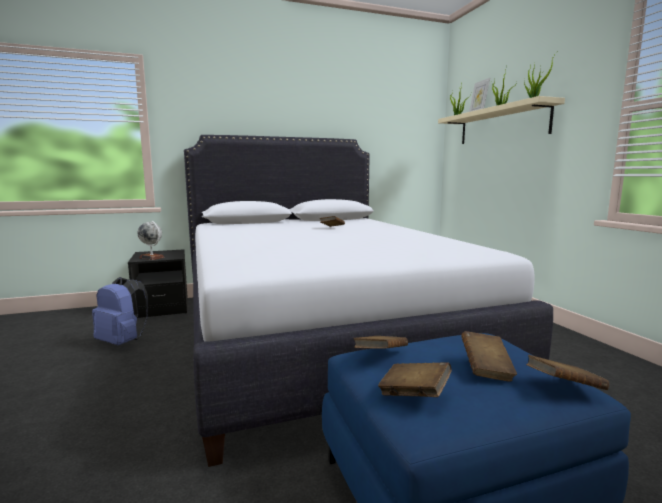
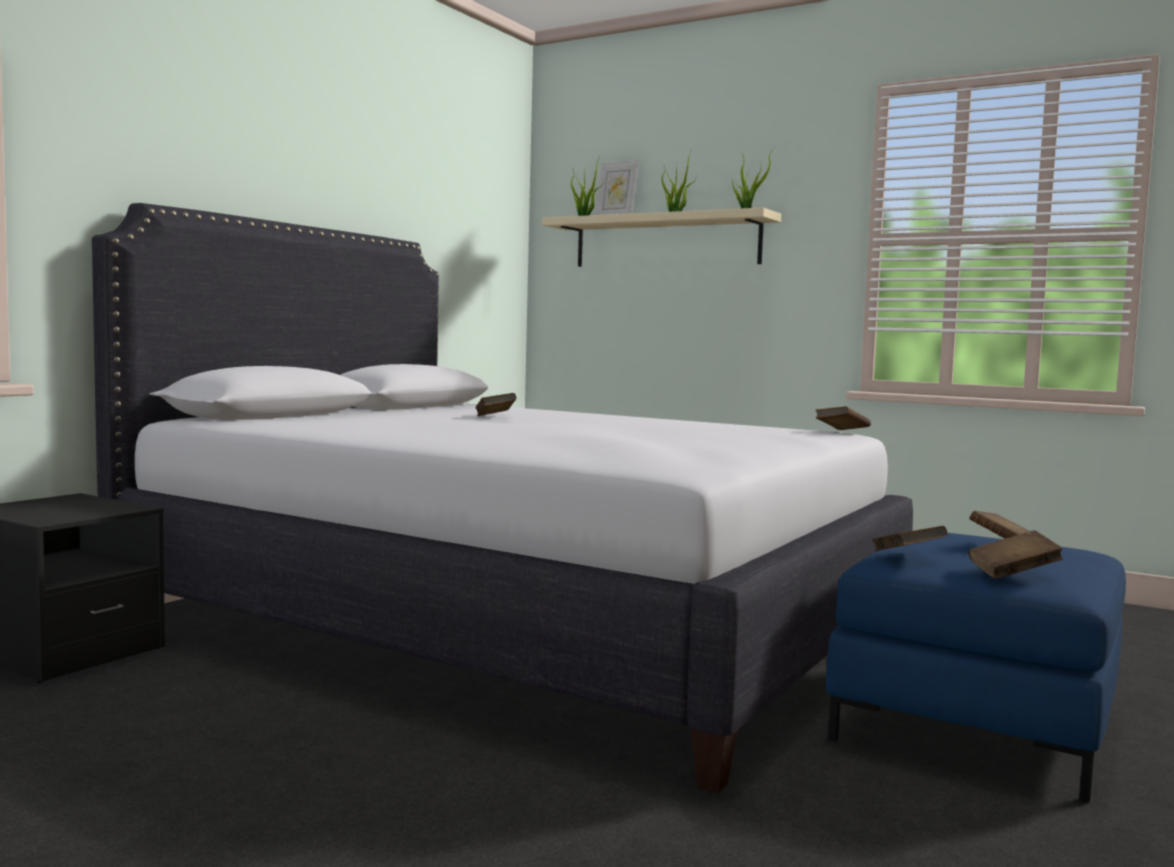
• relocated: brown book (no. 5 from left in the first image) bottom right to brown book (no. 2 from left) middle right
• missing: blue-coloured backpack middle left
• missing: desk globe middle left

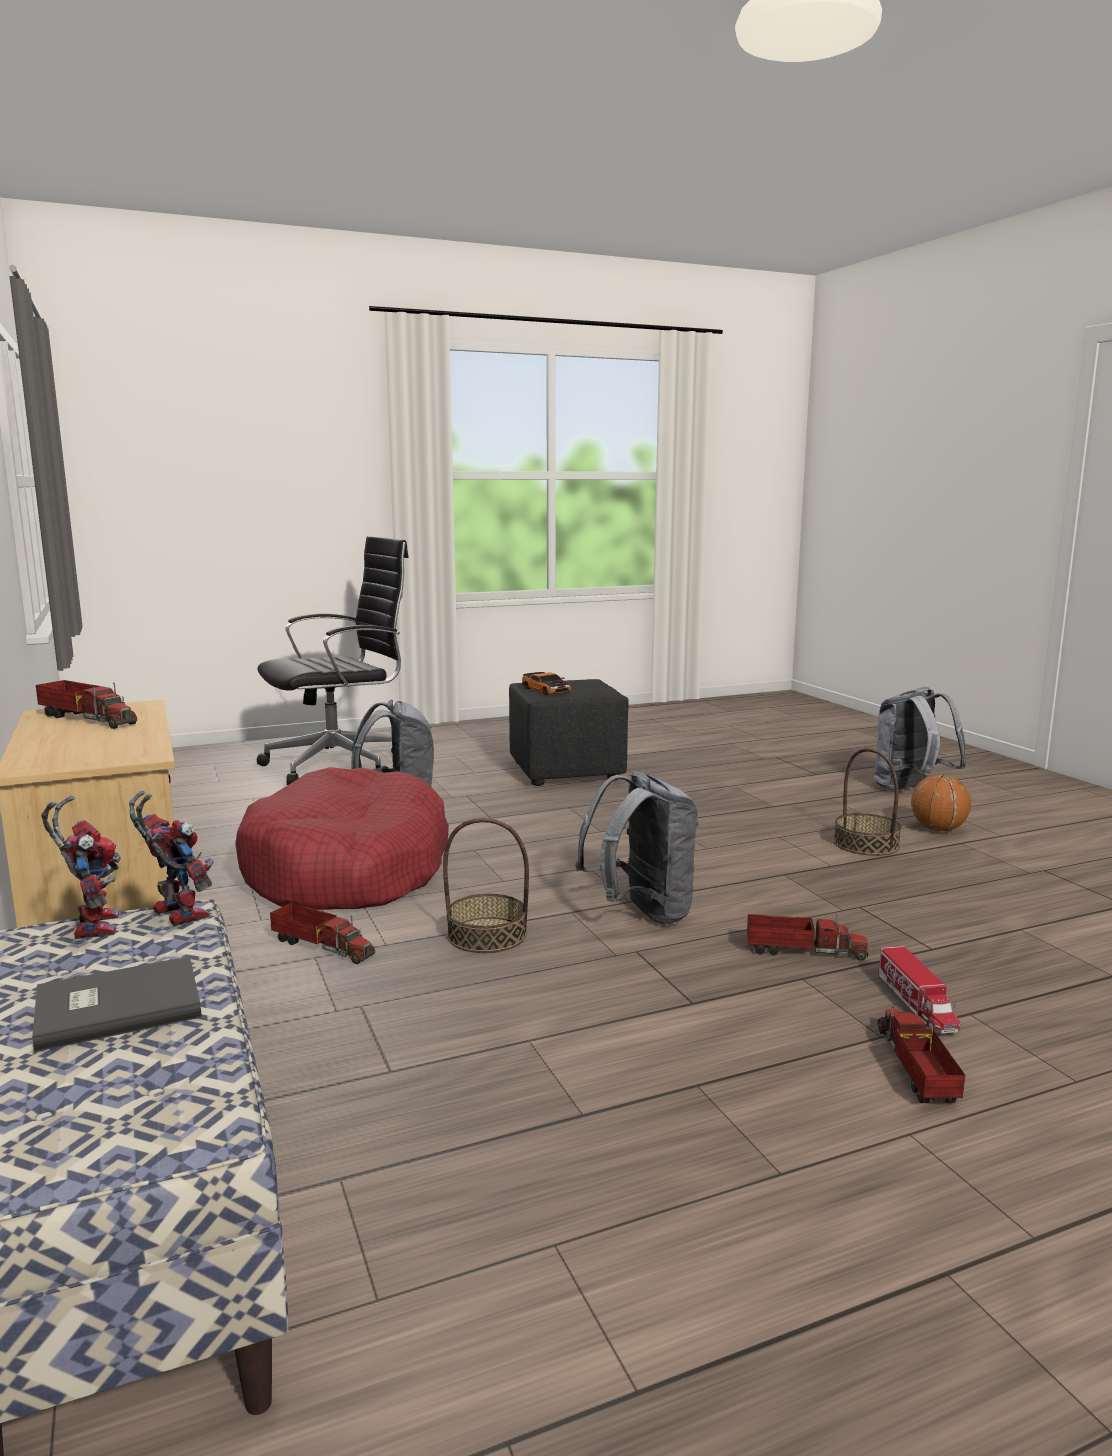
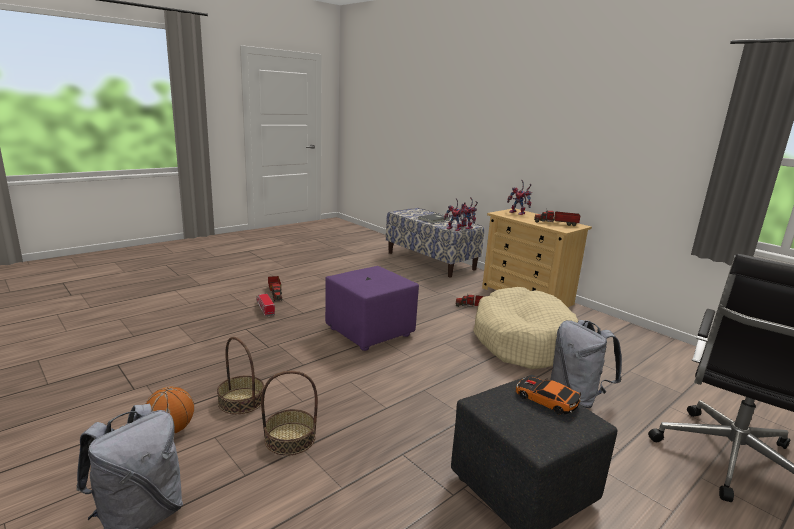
• relocated: basket (no. 1 from left in the first image) centre to basket (no. 2 from left) bottom centre
• exchanged: greyish backpack (no. 2 from left) centre to purplish pouffe centre
• colour: reddish dog bed middle left to beige-coloured dog bed centre
• appeared: robot figure (no. 3 from left) centre
• missing: toy lorry (no. 3 from left) middle right

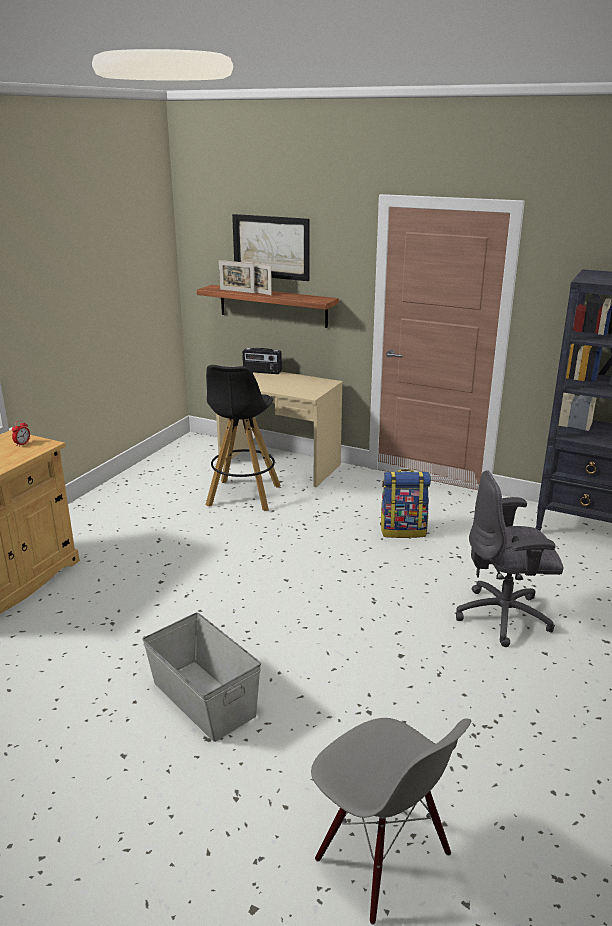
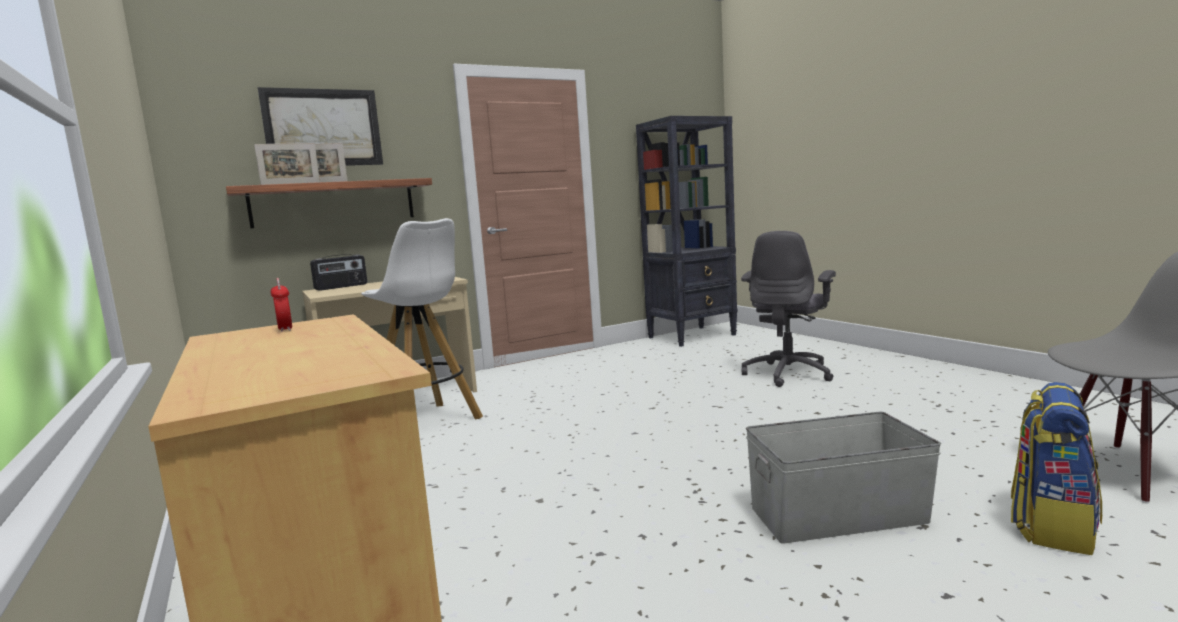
• colour: blackish sitting stool centre to whitish sitting stool centre
• relocated: backpack centre to bottom right

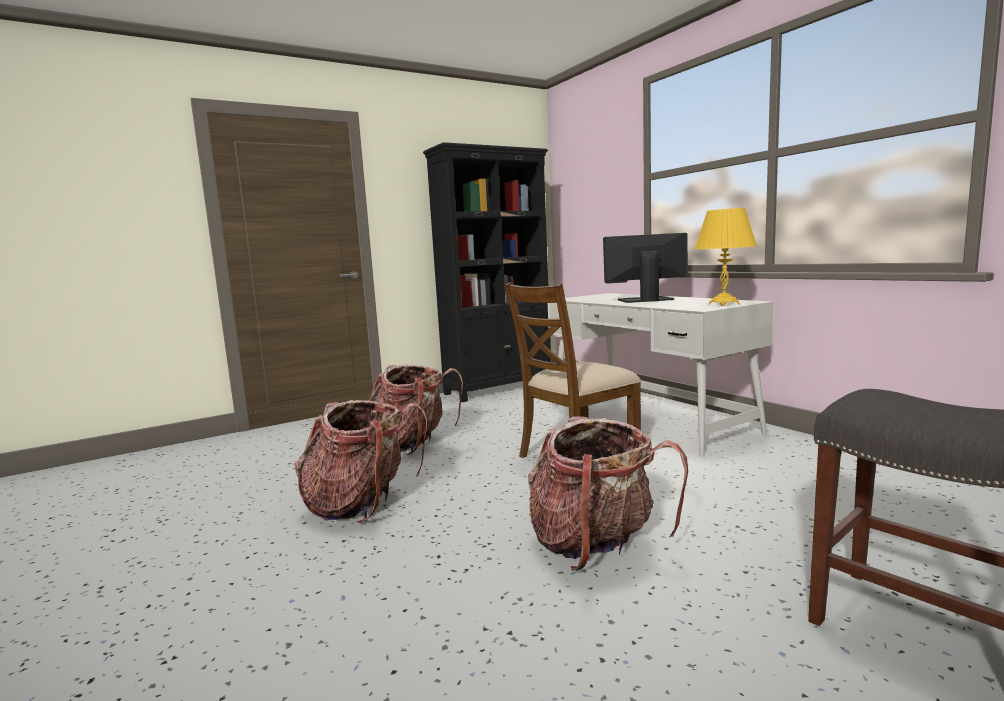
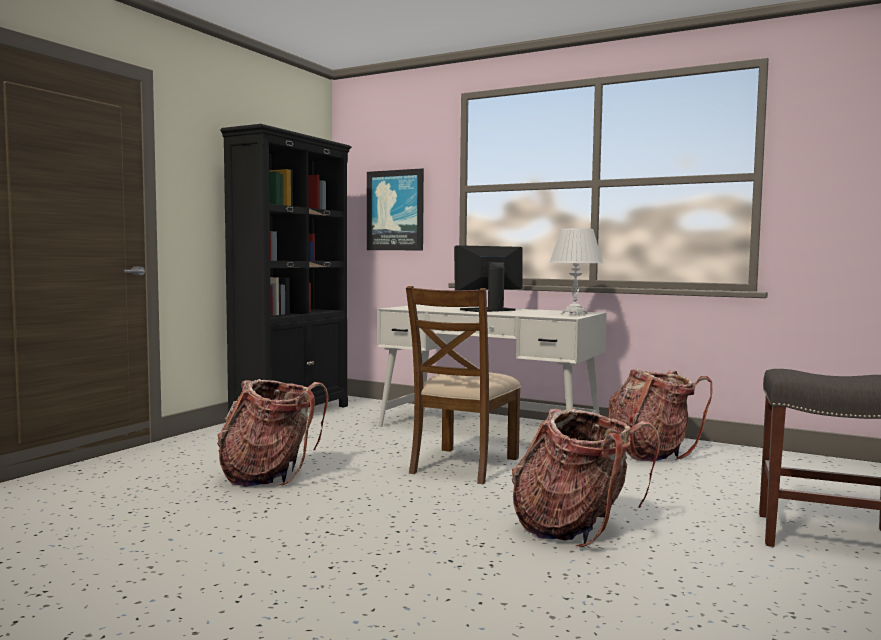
• appeared: wall art top centre
• colour: yellow-coloured table lamp middle right to whitish table lamp centre
• relocated: backpack (no. 1 from left in the first image) centre to backpack (no. 3 from left) middle right

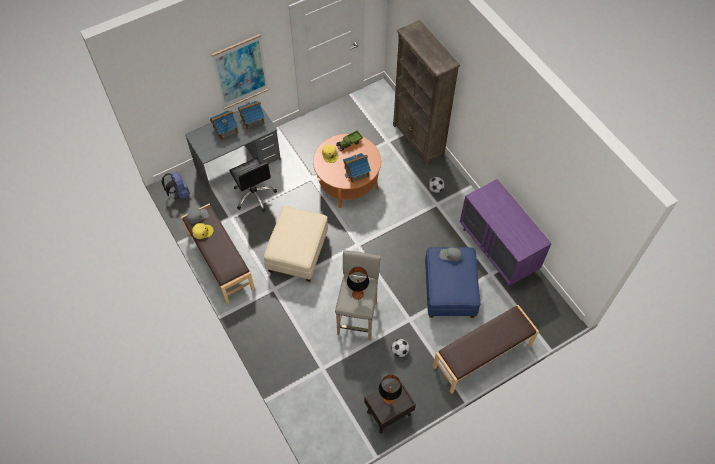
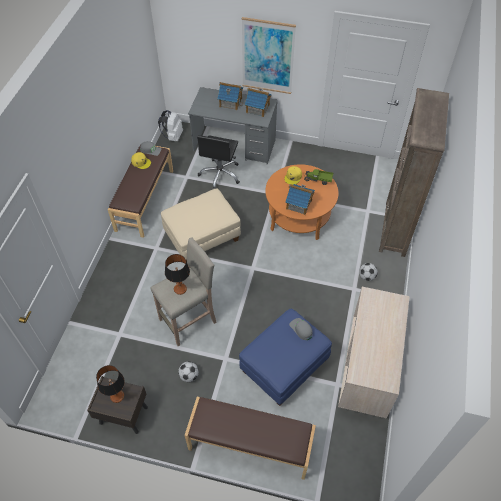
• colour: blue-coloured backpack middle left to whitish backpack top centre
• colour: purplish chest of drawers middle right to beige-coloured chest of drawers bottom right

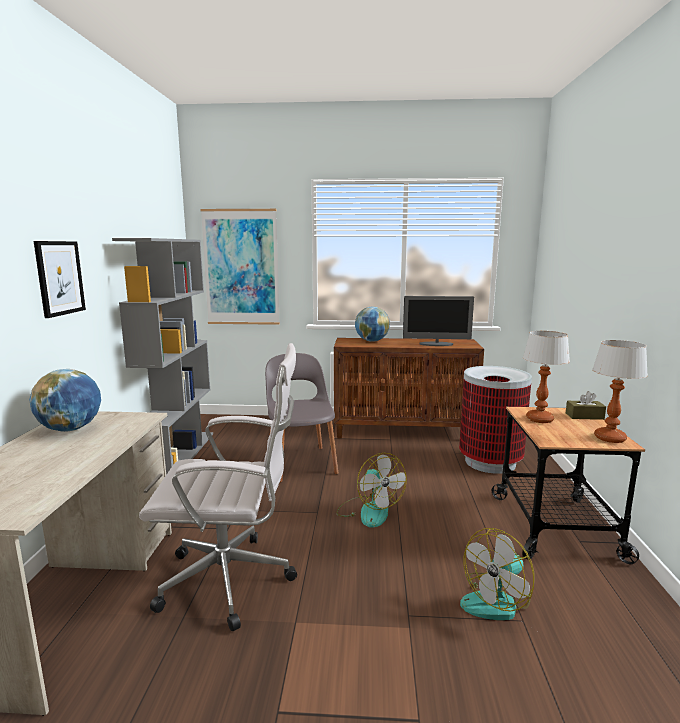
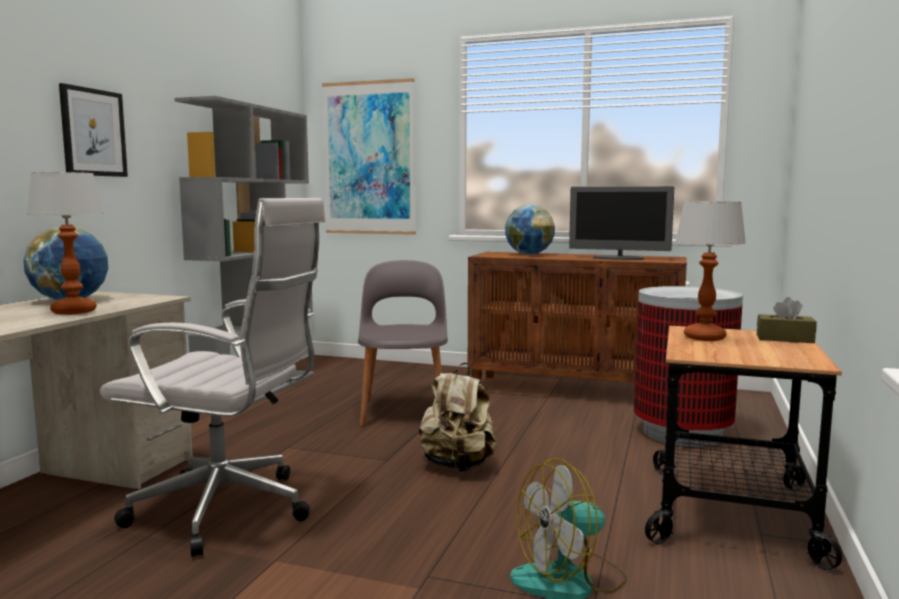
• relocated: table lamp (no. 2 from left in the first image) middle right to table lamp (no. 1 from left) middle left
• exchanged: cooling fan (no. 1 from left) bottom centre to beige-coloured backpack bottom centre

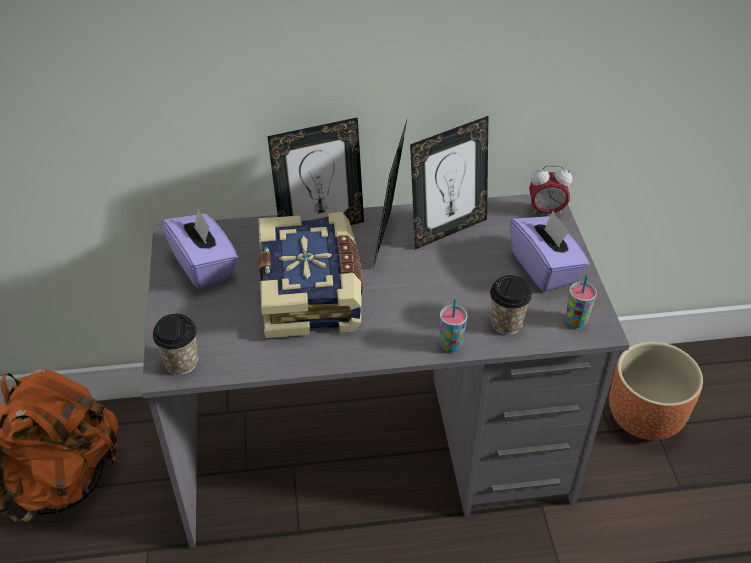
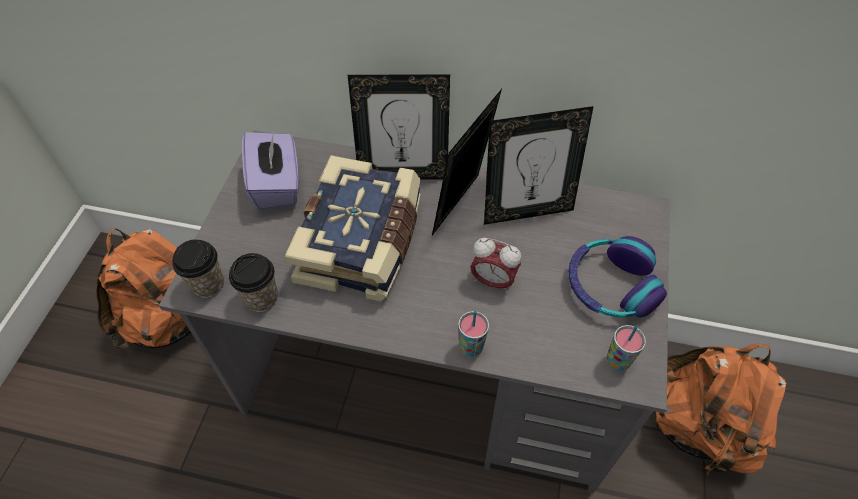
• relocated: cup (no. 3 from left in the first image) middle right to cup (no. 2 from left) middle left
• relocated: alarm clock middle right to centre
• exchanged: purplish box of tissues (no. 2 from left) middle right to pair of headphones middle right
• exchanged: brown flower pot bottom right to orangey backpack (no. 2 from left) bottom right

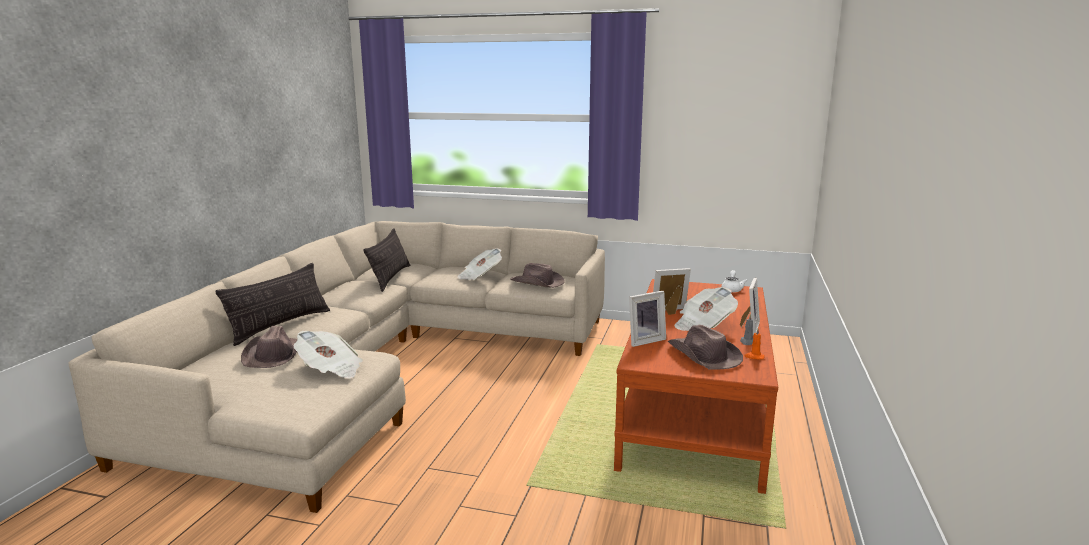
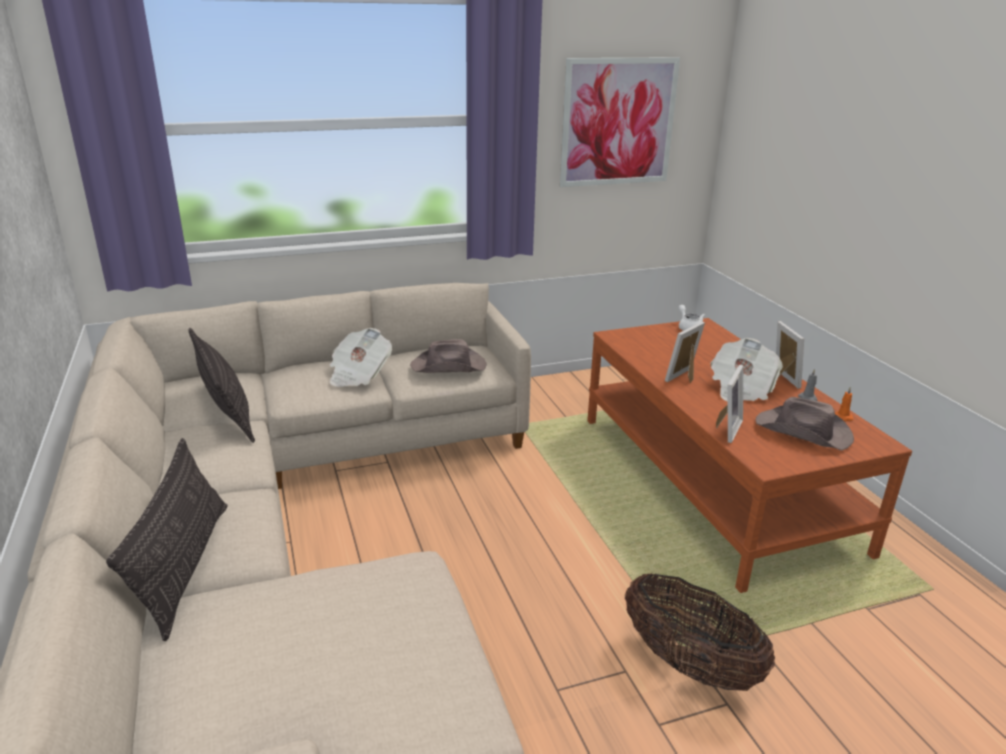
• appeared: wall art top centre
• appeared: basket bottom right
• missing: brown wearable hat (no. 1 from left) middle left
• missing: daily paper (no. 1 from left) middle left

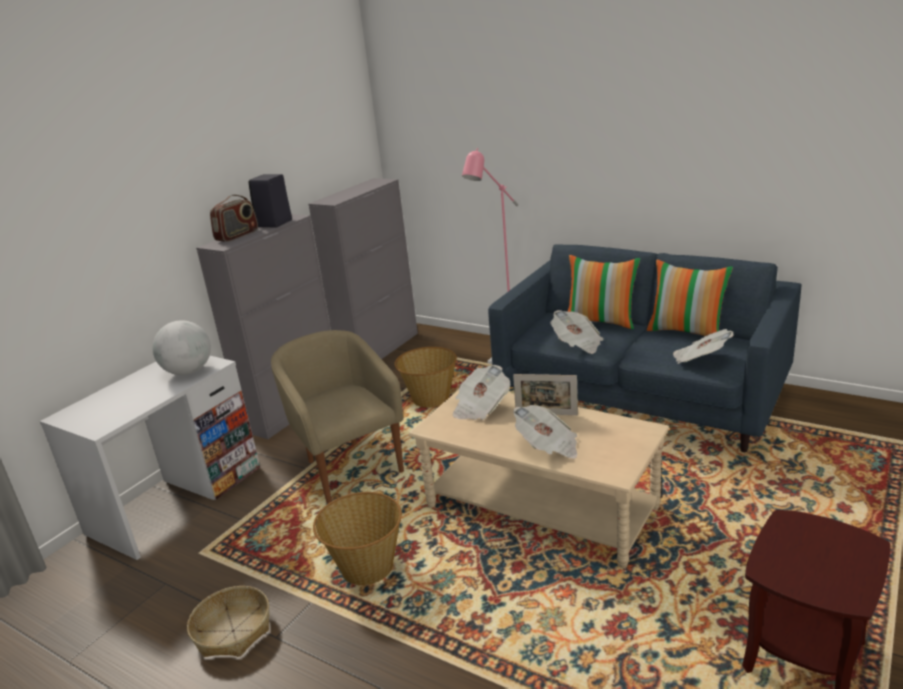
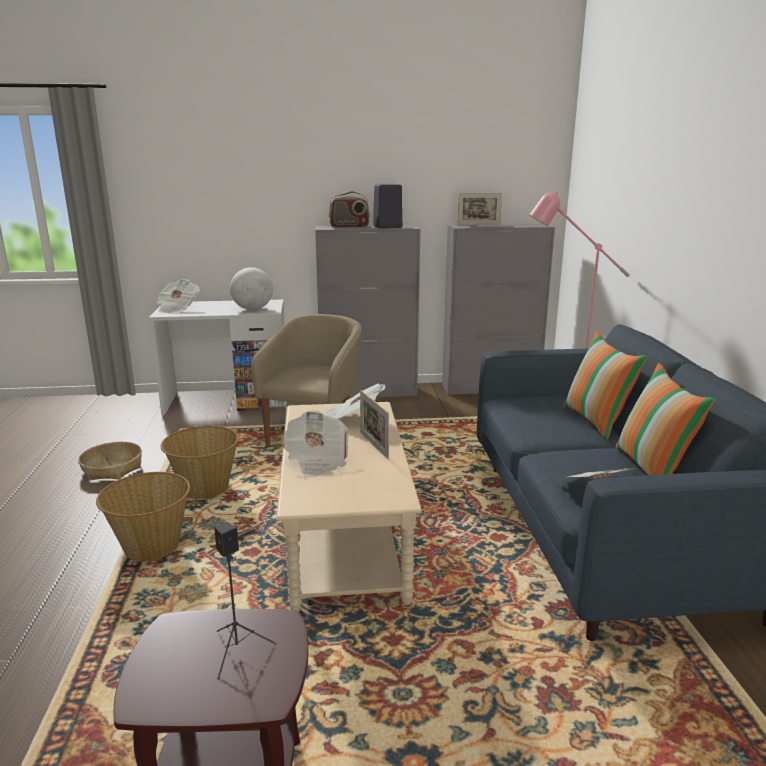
• relocated: basket (no. 3 from left in the first image) centre to basket (no. 2 from left) bottom left
• relocated: daily paper (no. 3 from left in the first image) centre to daily paper (no. 1 from left) middle left
• appeared: blackish loudspeaker (no. 1 from left) bottom left
• appeared: picture frame (no. 2 from left) top centre

